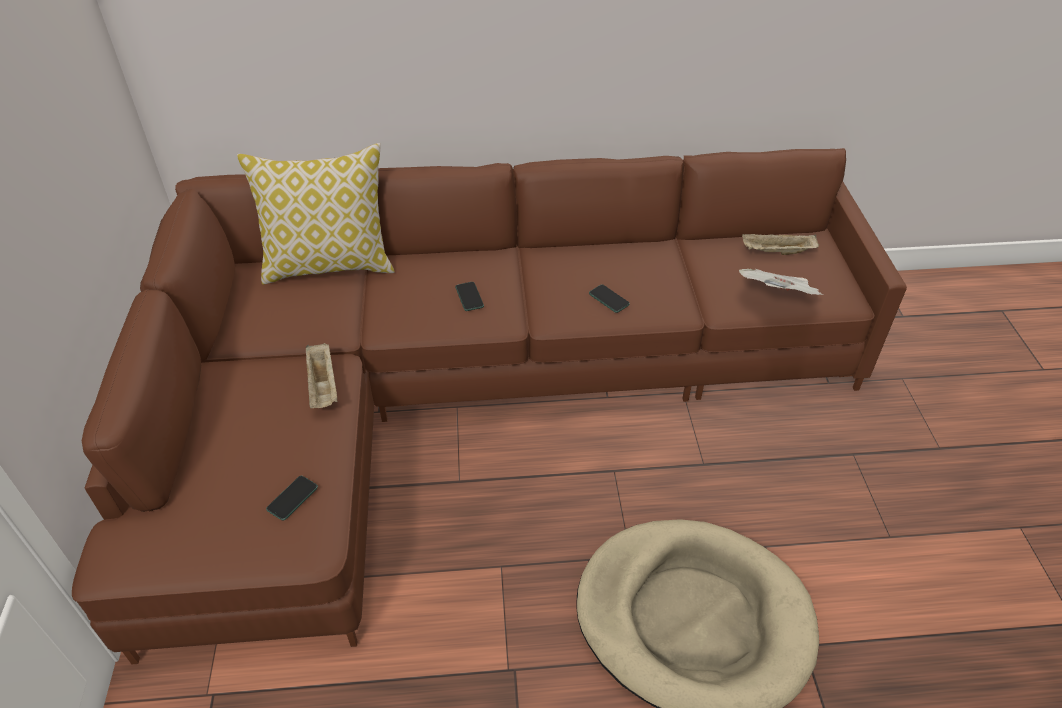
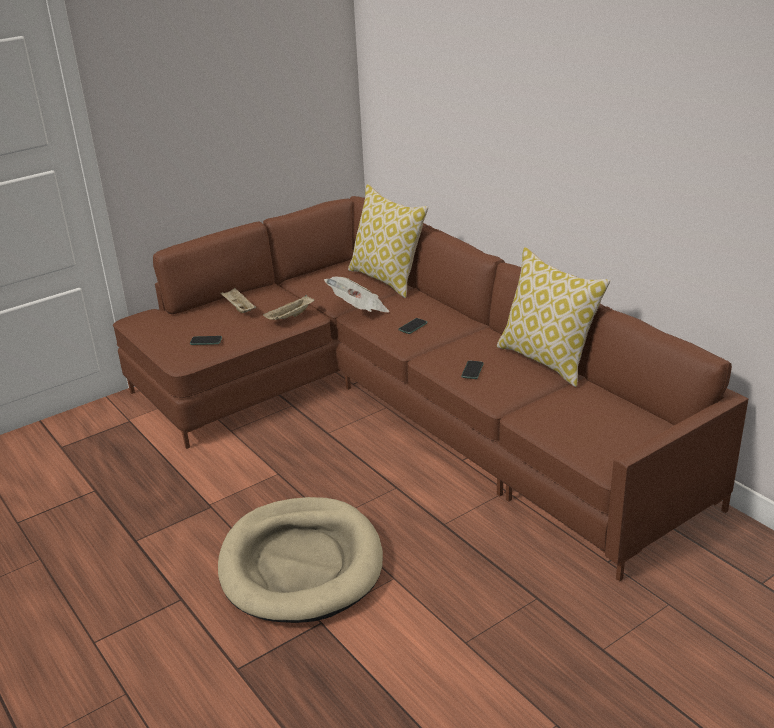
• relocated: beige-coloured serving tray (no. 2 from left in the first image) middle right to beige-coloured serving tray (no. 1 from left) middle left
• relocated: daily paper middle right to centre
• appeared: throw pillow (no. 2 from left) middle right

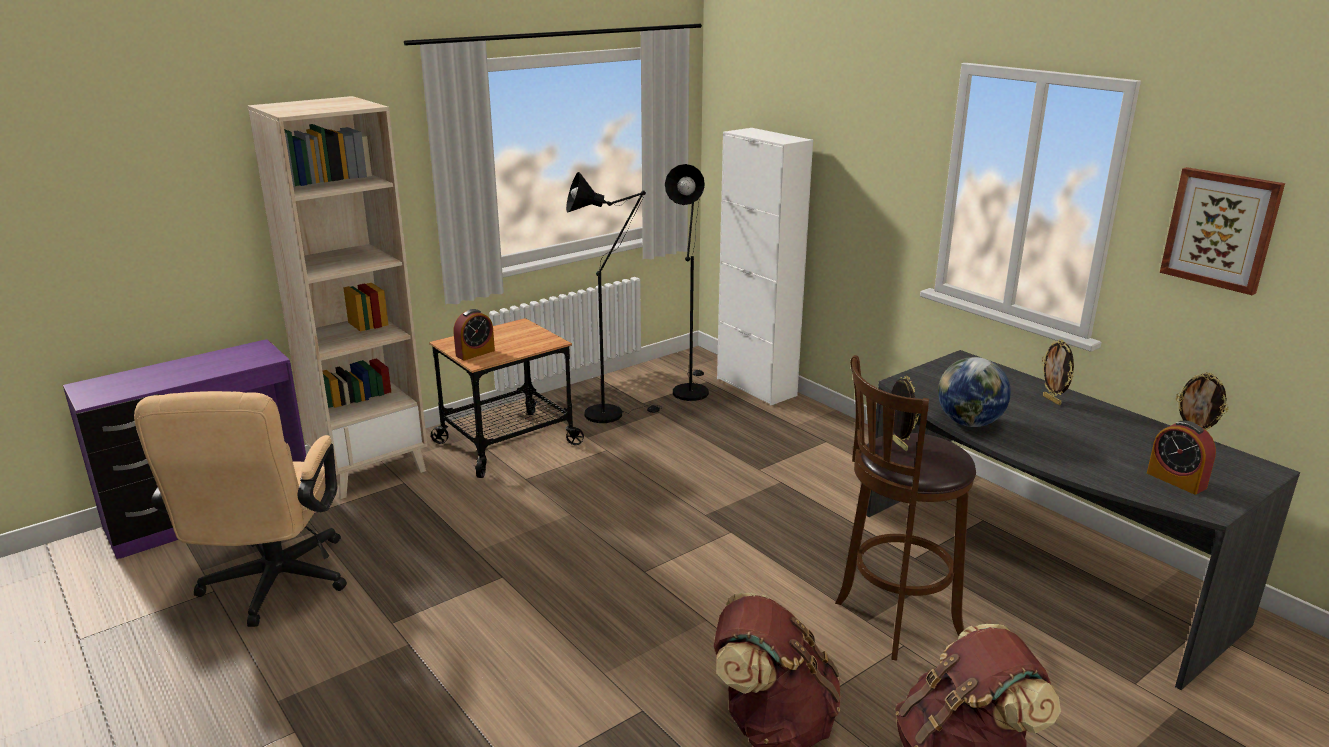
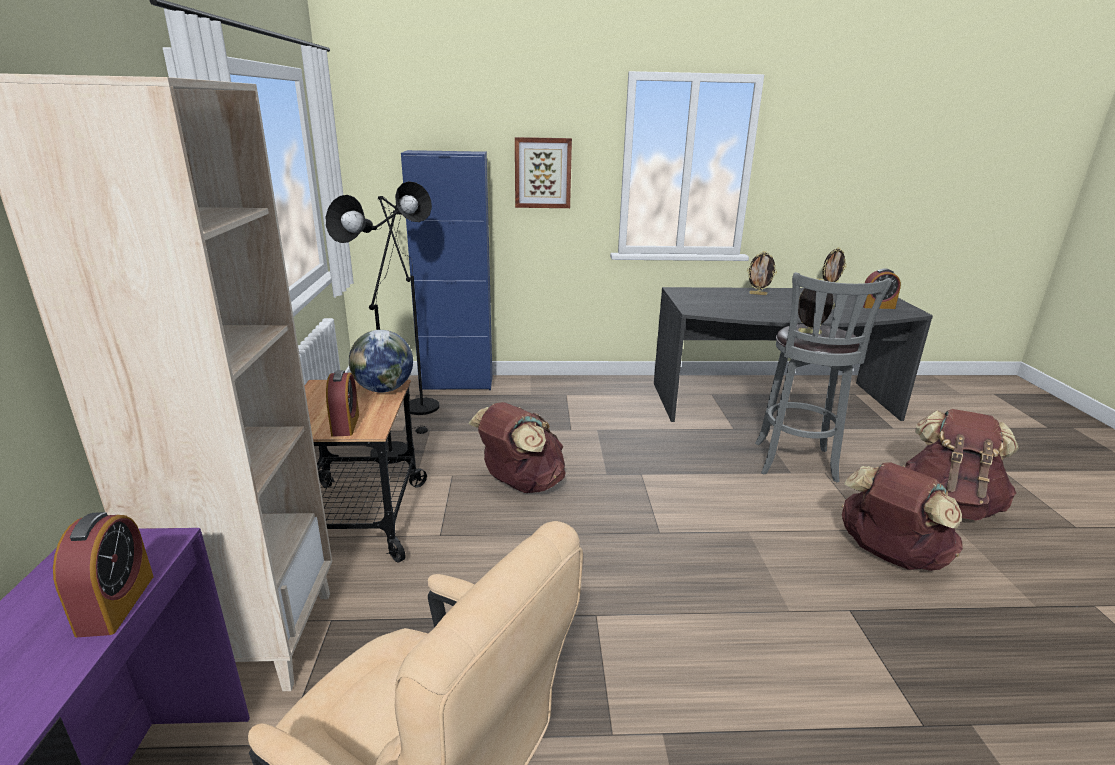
• appeared: alarm clock (no. 1 from left) bottom left
• relocated: desk globe middle right to centre
• colour: whitish cupboard centre to blue-coloured cupboard centre
• appeared: brown backpack (no. 1 from left) centre
• relocated: wall art top right to top centre
• colour: brown sitting stool bottom right to greyish sitting stool middle right

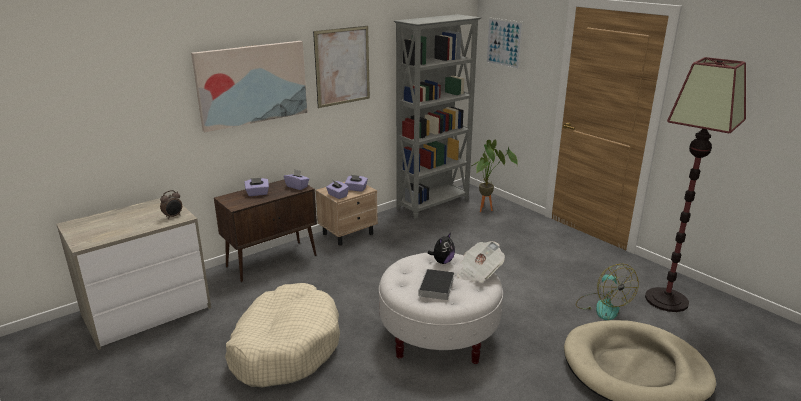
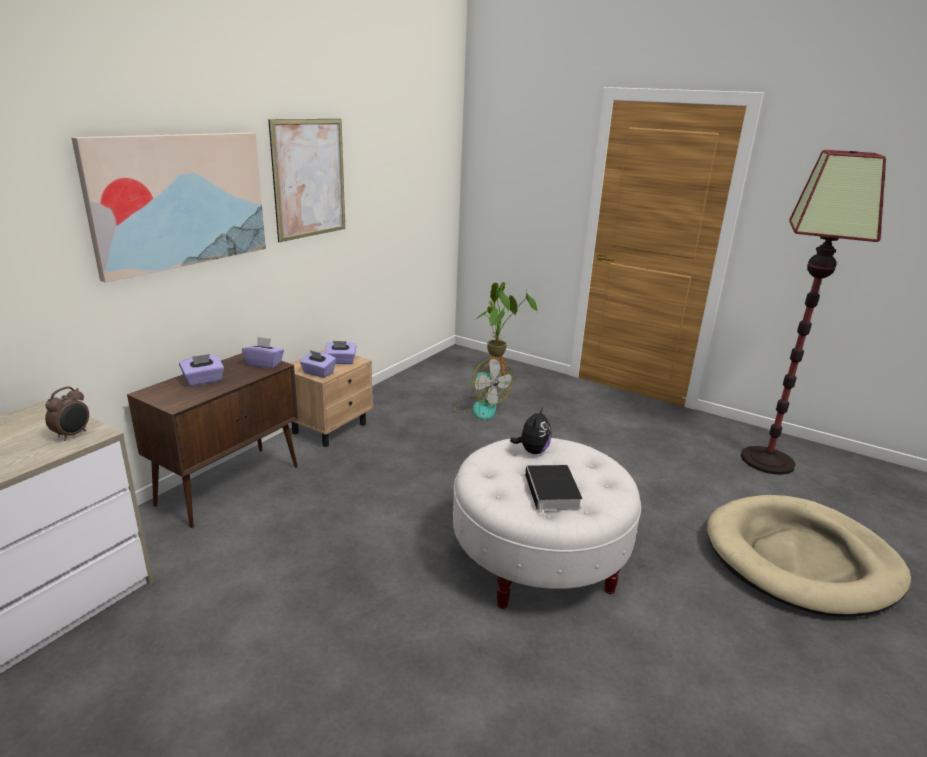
• relocated: cooling fan bottom right to centre
• missing: beige-coloured dog bed (no. 1 from left) bottom centre
• missing: greyish bookshelf top centre
• missing: daily paper centre
• missing: wall art (no. 3 from left) top centre

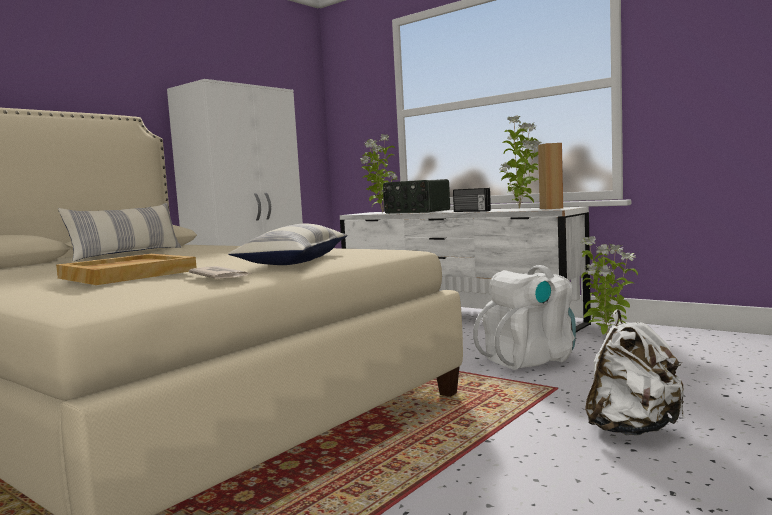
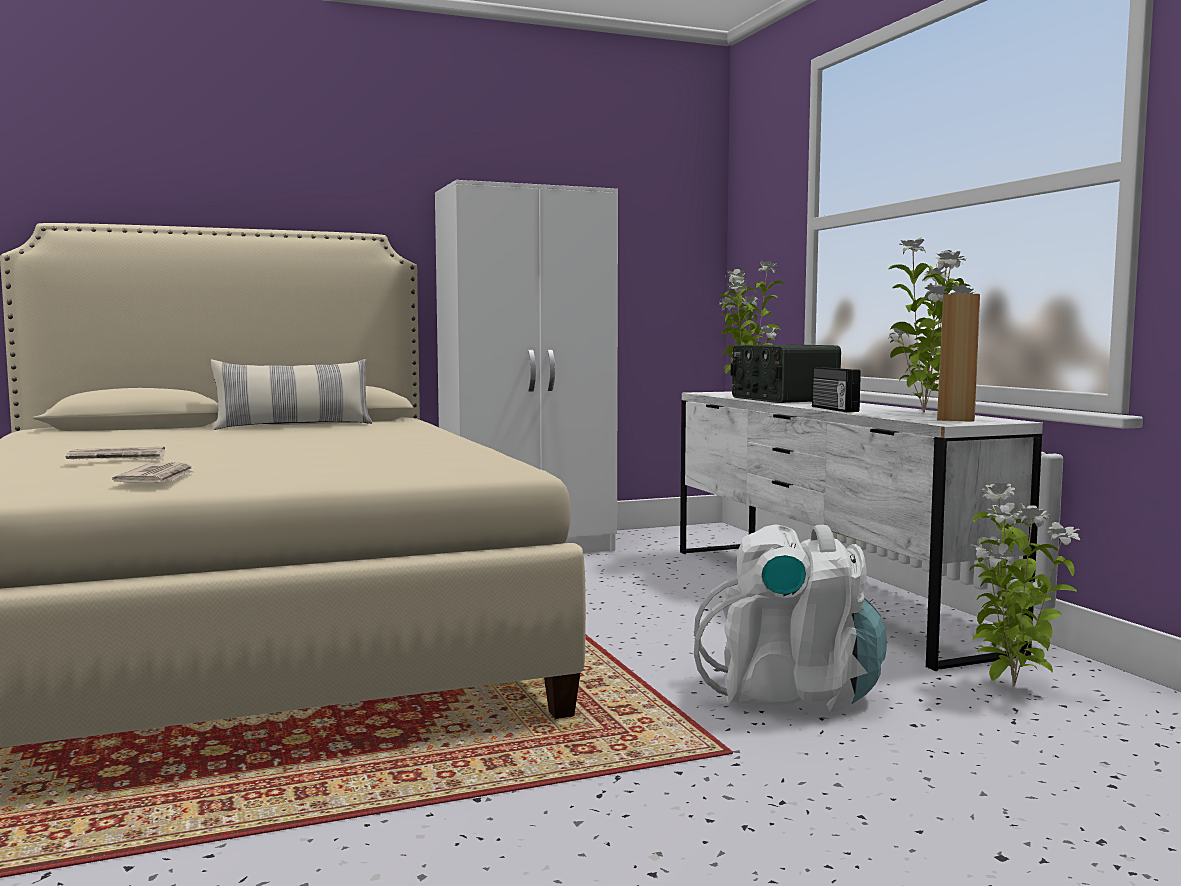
• exchanged: beige-coloured serving tray middle left to daily paper (no. 1 from left) middle left
• missing: throw pillow (no. 2 from left) centre
• missing: whitish backpack (no. 2 from left) bottom right

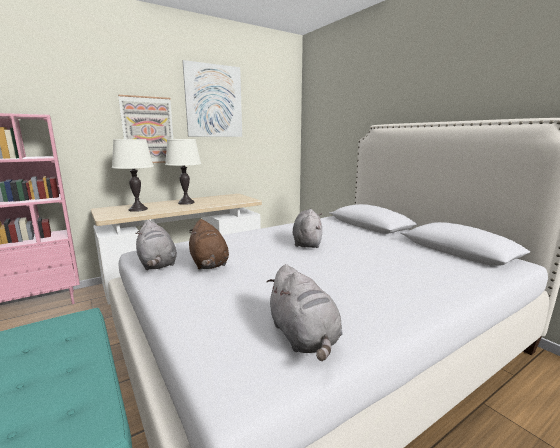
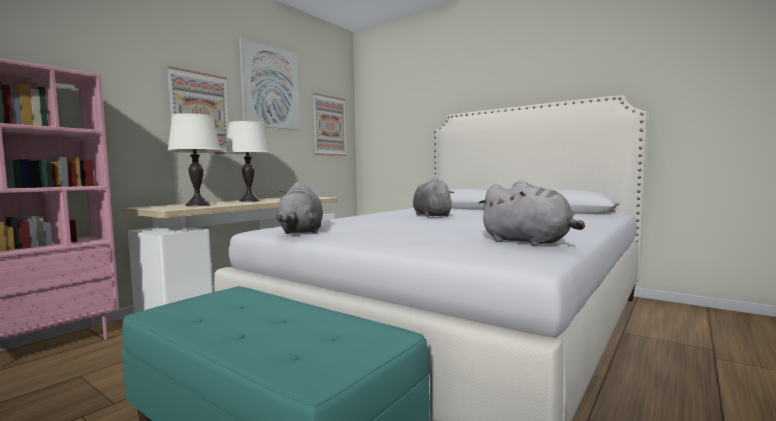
• spun: greyish cuddly toy (no. 1 from left) middle left = centre 45 degrees clockwise
• appeared: wall art (no. 3 from left) top centre
• missing: brown cuddly toy centre

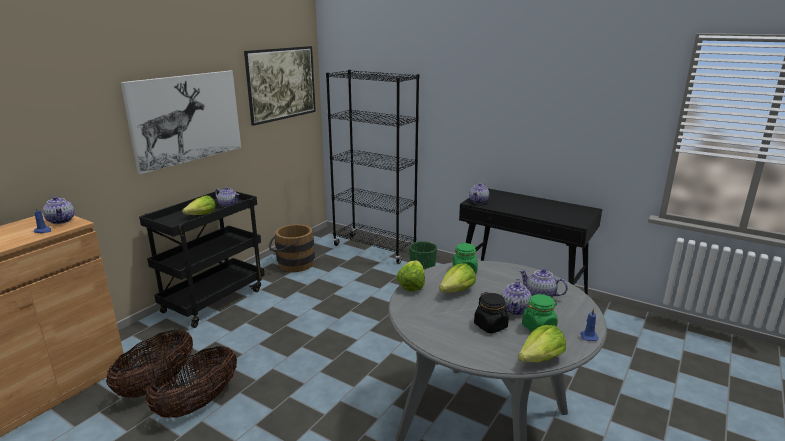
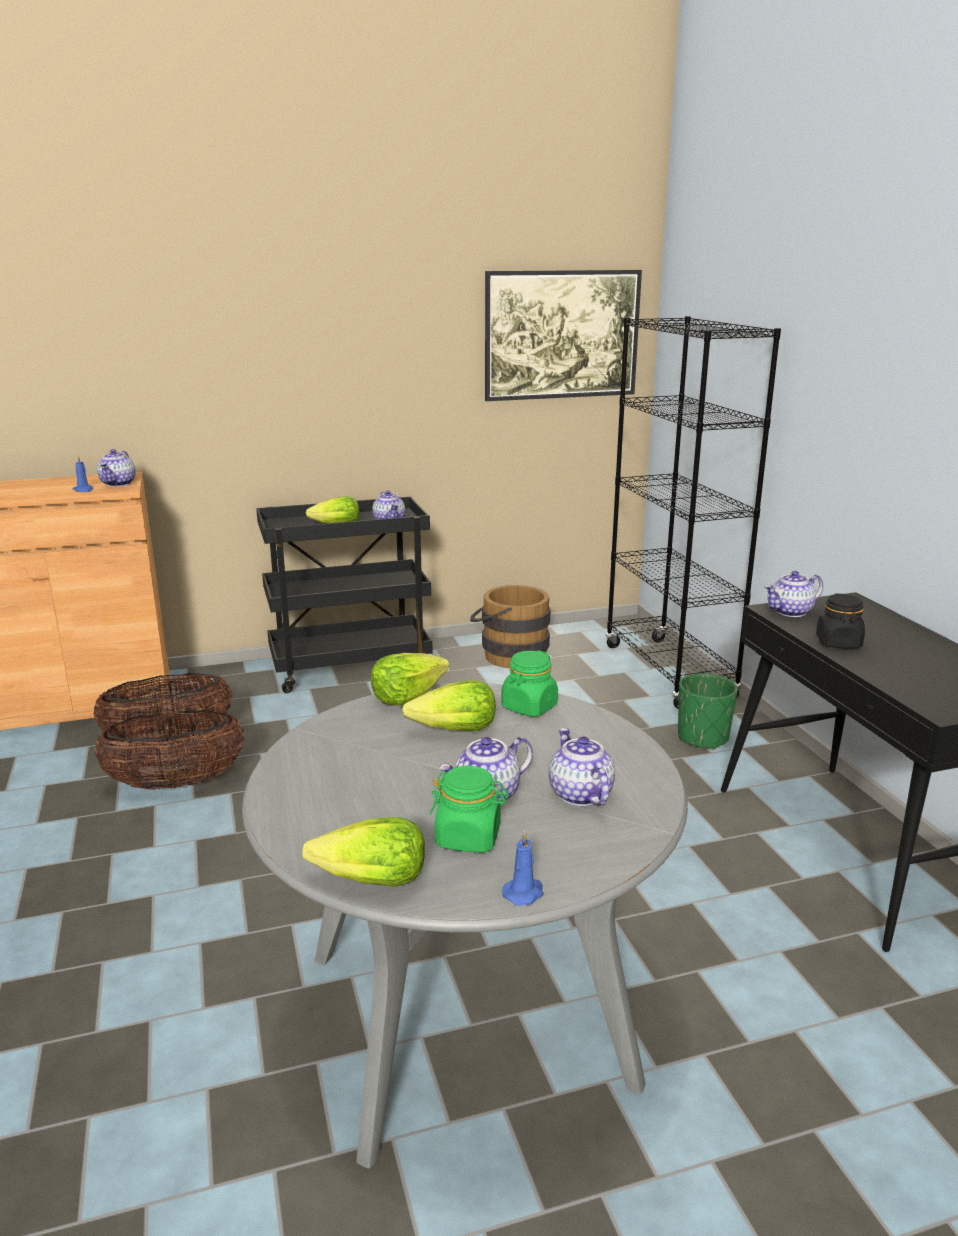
• relocated: blackish jar bottom centre to middle right
• missing: wall art (no. 1 from left) top left

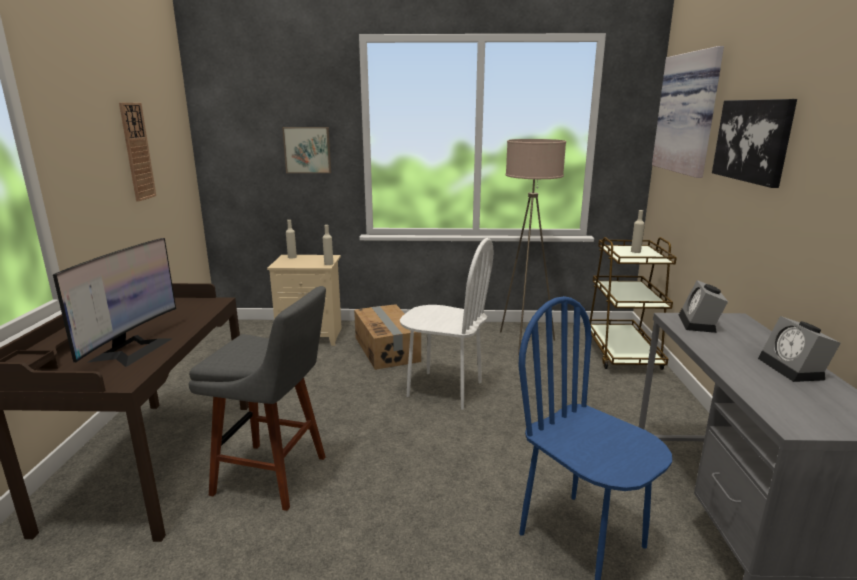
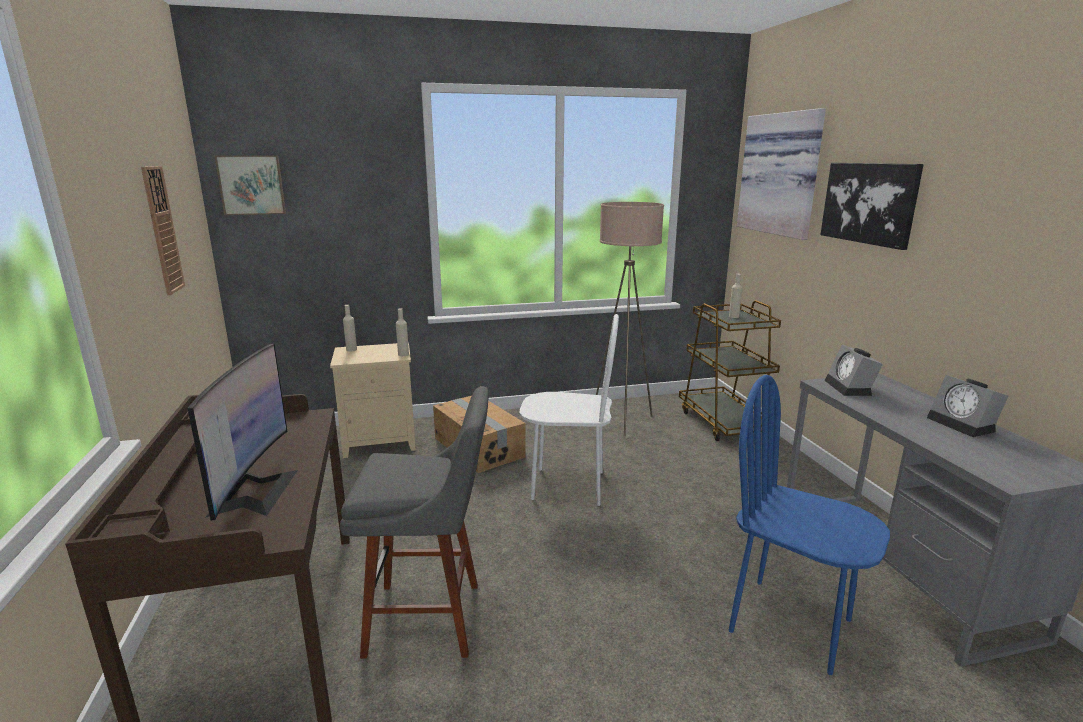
• relocated: wall art (no. 1 from left) top centre to top left

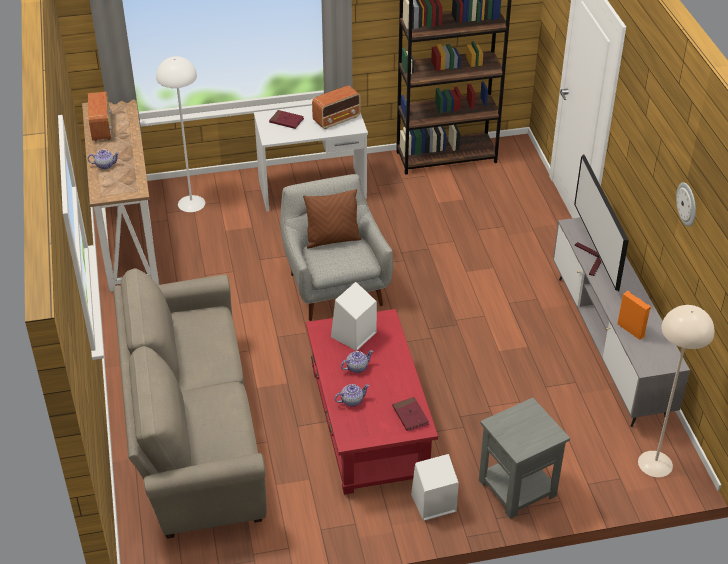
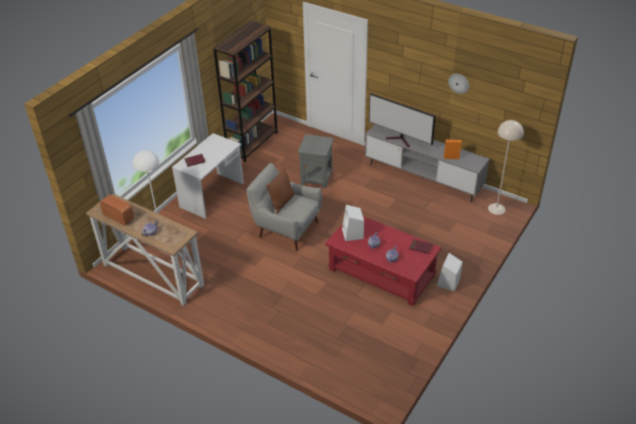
• relocated: greyish accent table bottom right to centre
• missing: beige-coloured sofa bottom left
• missing: radio receiver (no. 2 from left) top centre

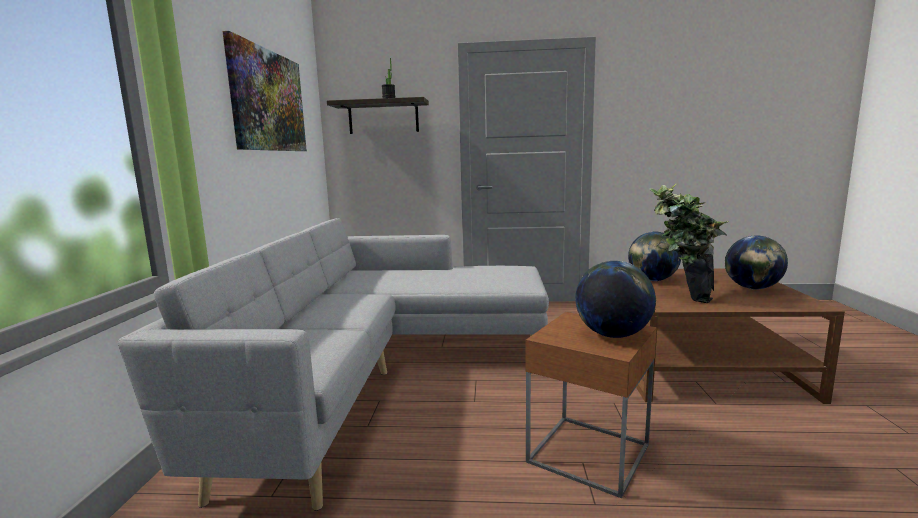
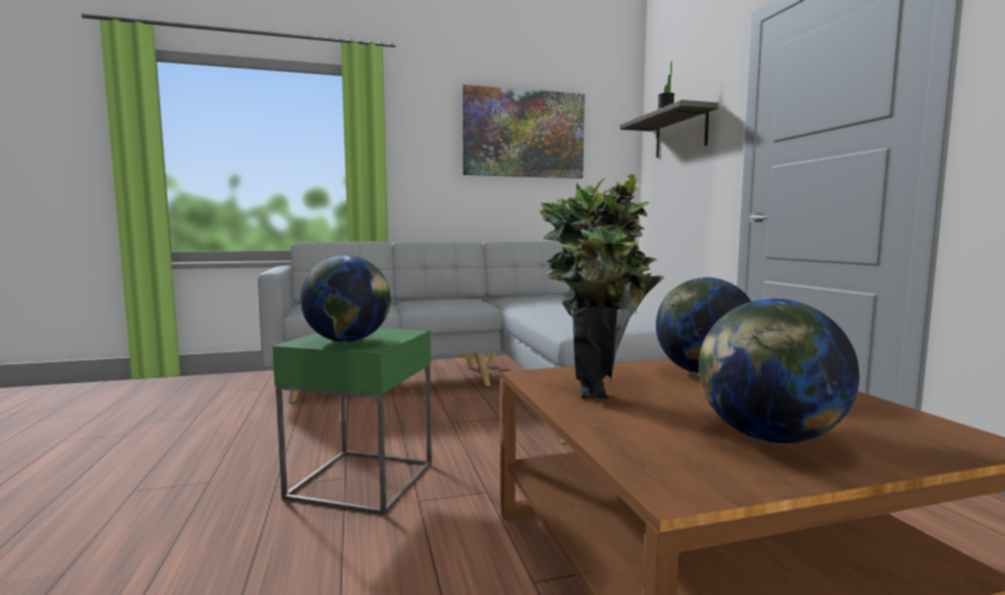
• colour: brown accent table bottom centre to greenish accent table bottom centre

